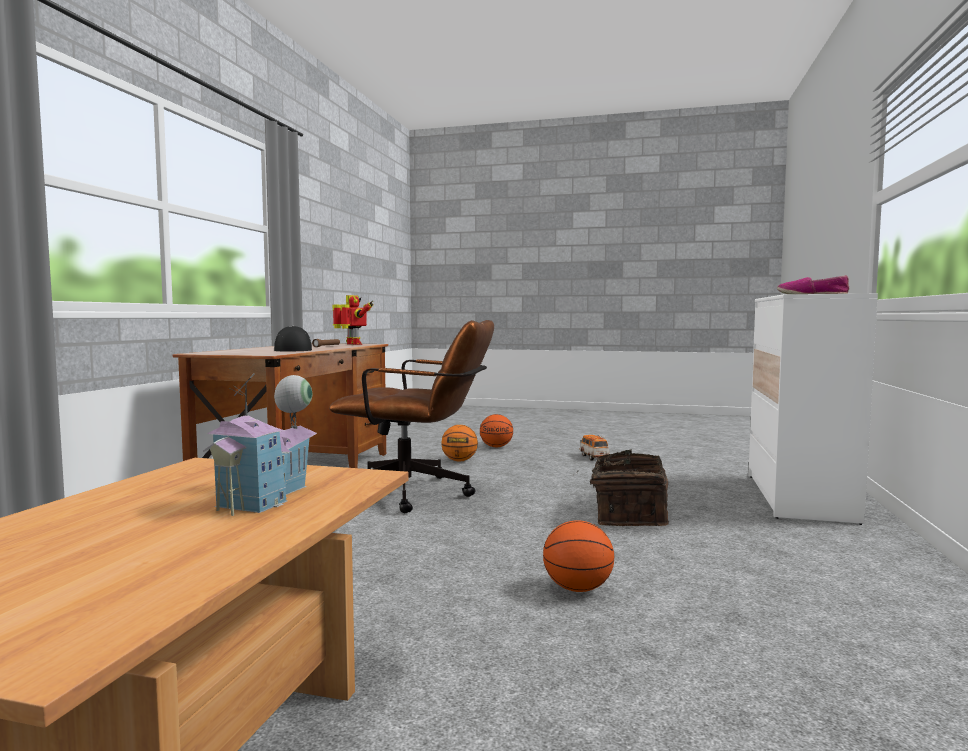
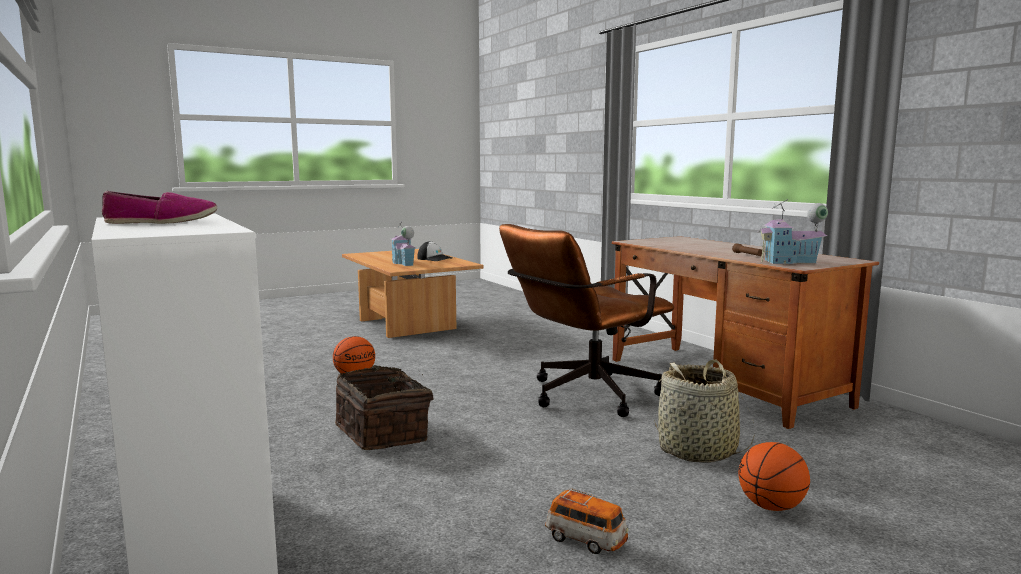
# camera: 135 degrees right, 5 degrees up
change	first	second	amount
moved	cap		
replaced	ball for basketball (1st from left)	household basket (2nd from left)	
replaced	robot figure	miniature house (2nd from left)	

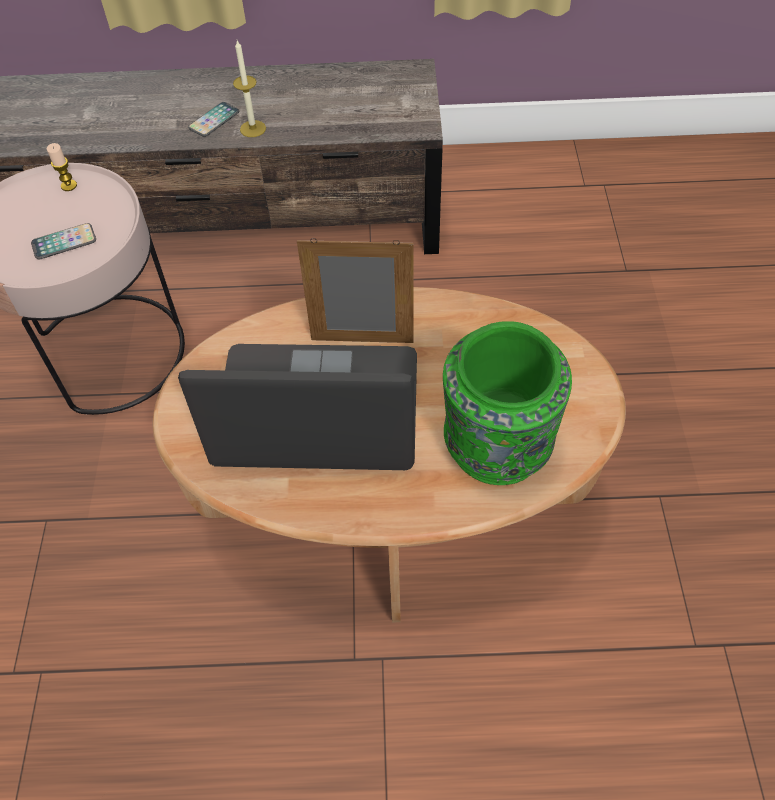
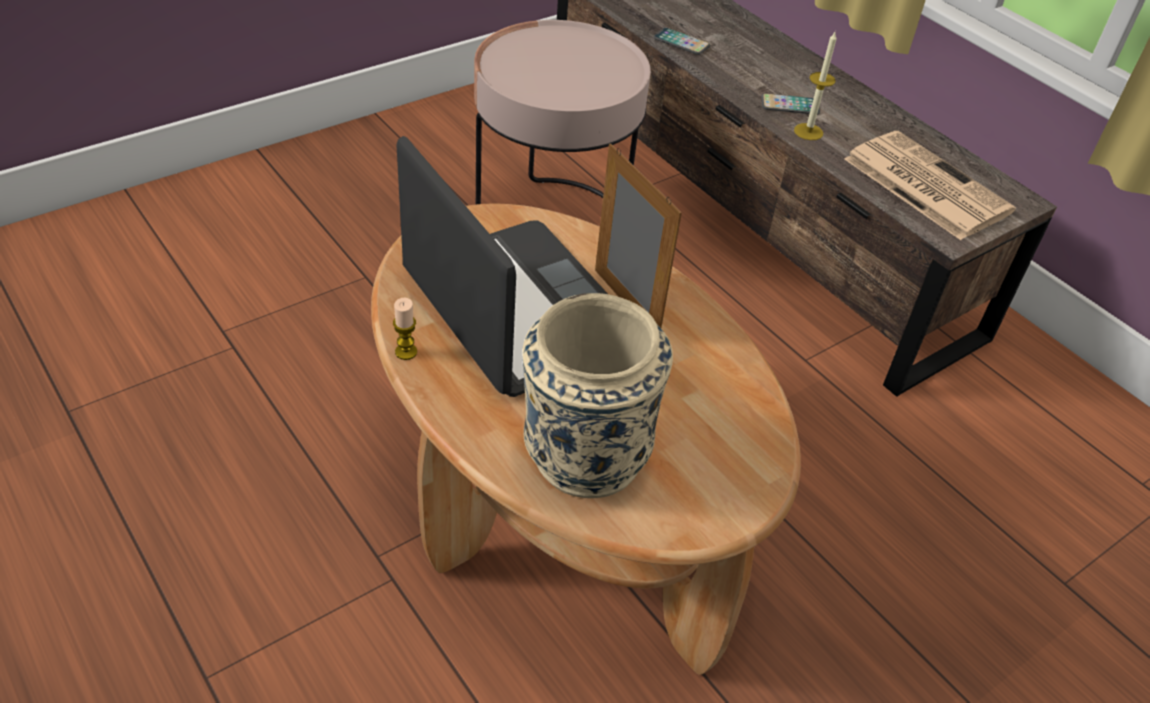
# camera: 50 degrees right, 10 degrees down
change	first	second	amount
moved	wax candle (1st from left)		
recoloured	greenish flower vase	beige flower vase	
moved	handset (1st from left)		
added		daily paper	

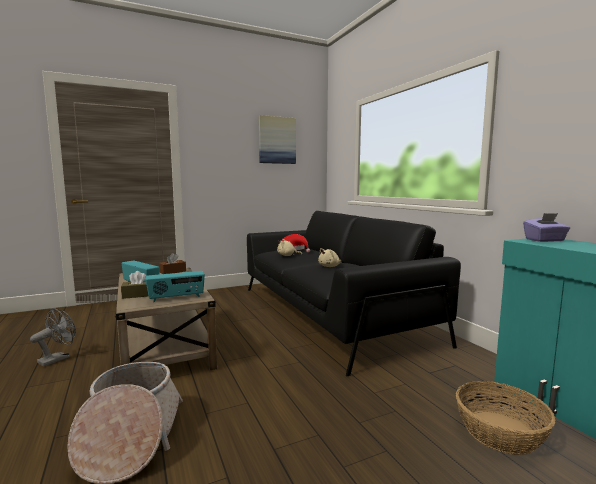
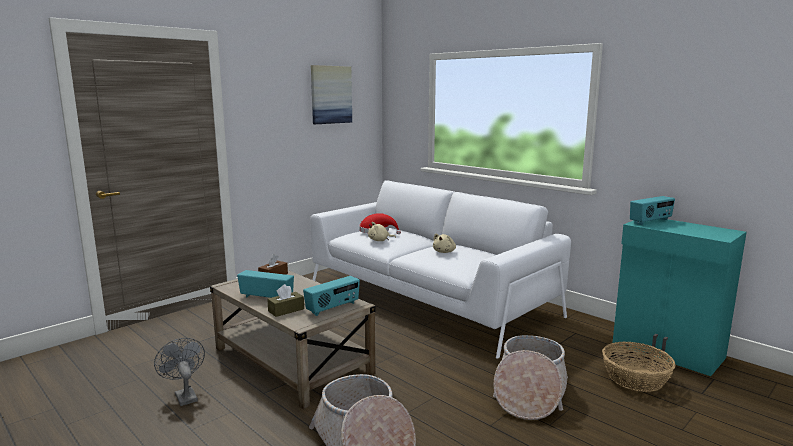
# camera: 20 degrees left, 5 degrees up
change	first	second	amount
turned	grey cooling fan		45 degrees counterclockwise
recoloured	black-coloured couch	white couch	
added		household basket (2nd from left)	
replaced	purplish tissue box	radio set (3rd from left)	

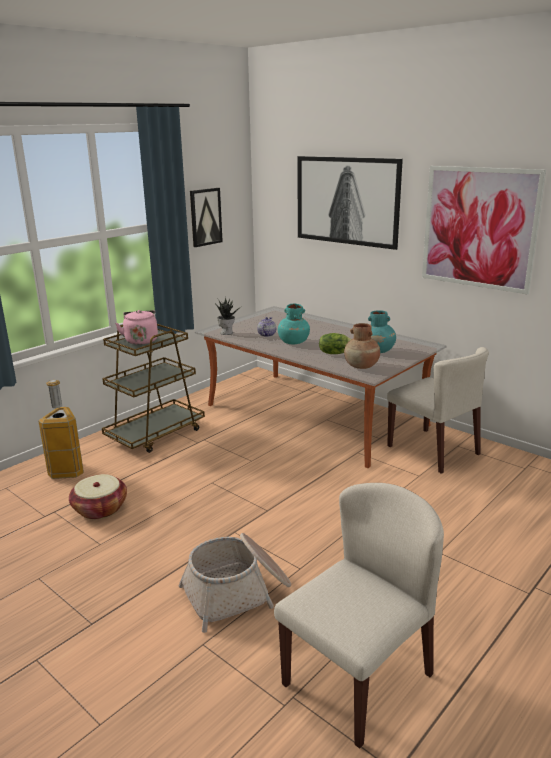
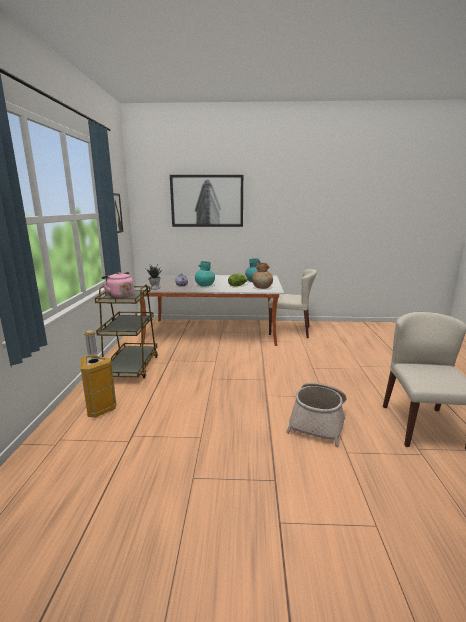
# camera: 40 degrees left, 5 degrees down
change	first	second	amount
removed	household basket (1st from left)		
removed	picture (3rd from left)		

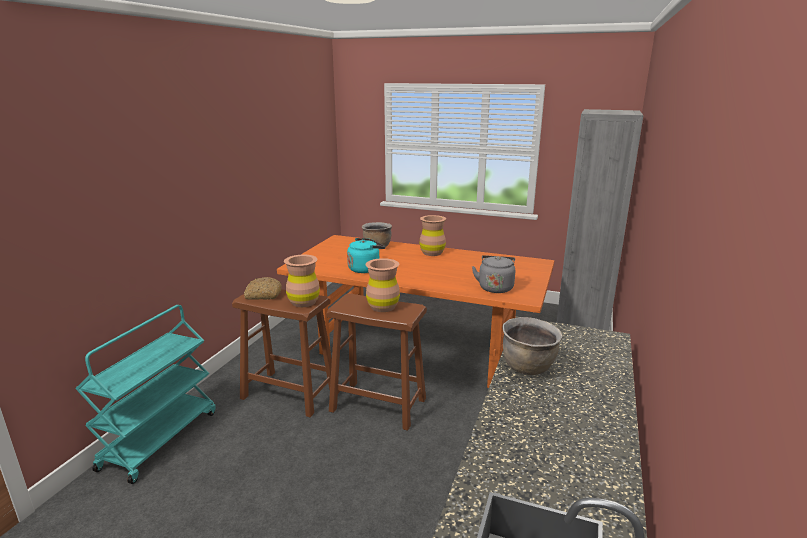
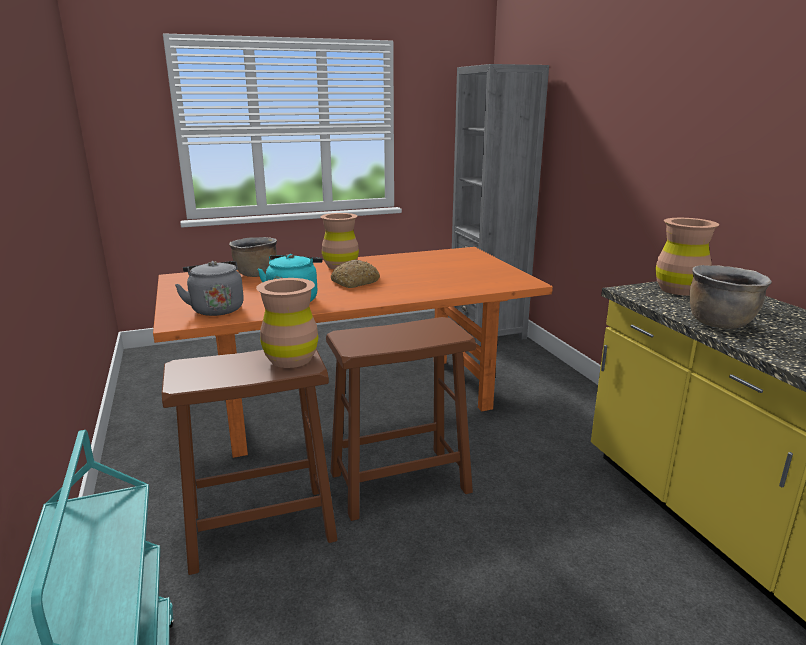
# camera: 40 degrees left, 0 degrees up
change	first	second	amount
moved	grey water kettle		
moved	baked bread		
moved	brown-coloured flower vase (2nd from left in the first image)	brown-coloured flower vase (3rd from left)	

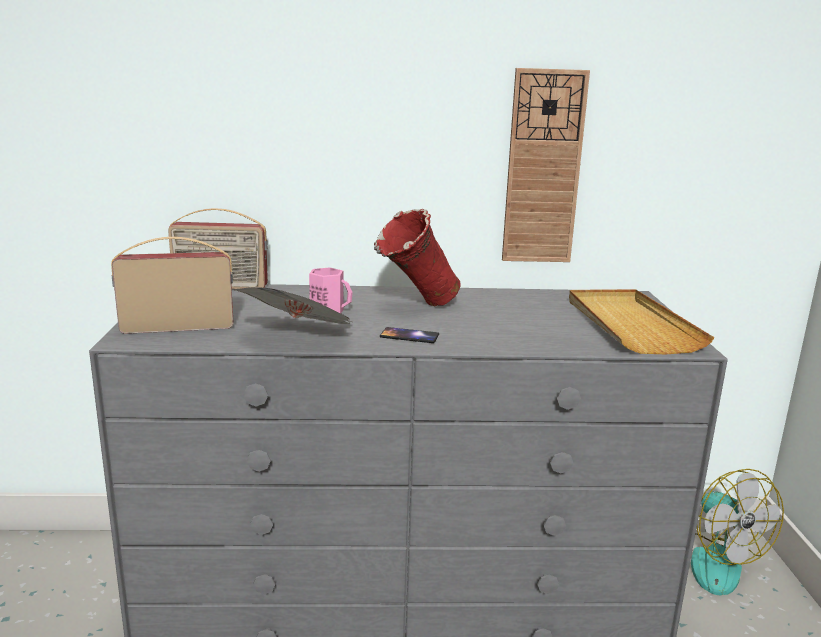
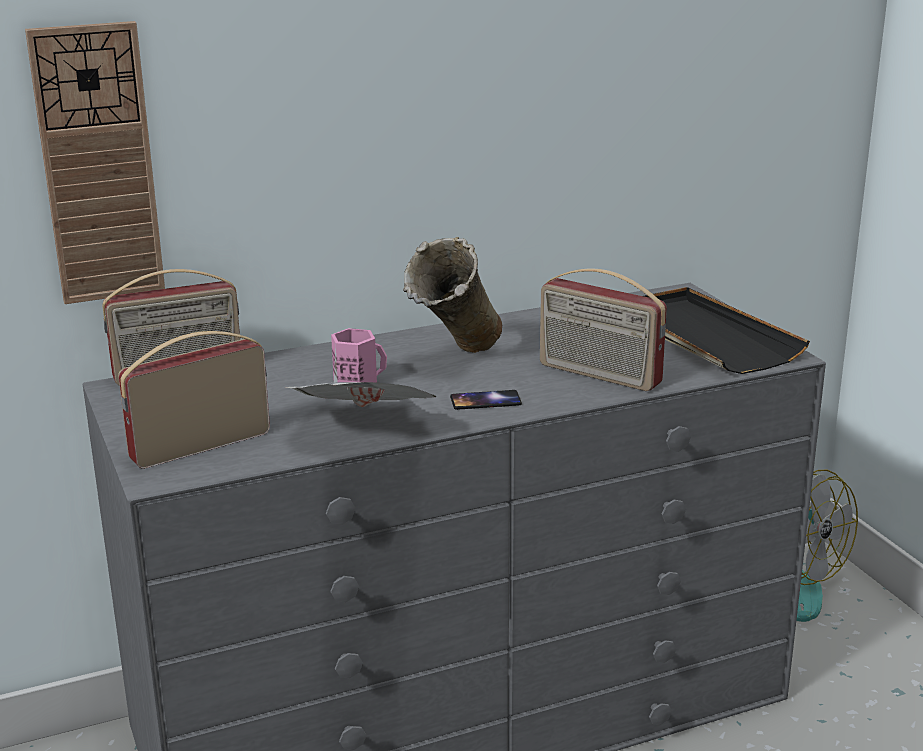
# camera: 20 degrees left, 5 degrees up
change	first	second	amount
moved	wall clock		
recoloured	red-coloured flower vase	beige flower vase	
added		radio set (3rd from left)	
recoloured	beige carrying tray	black-coloured carrying tray	

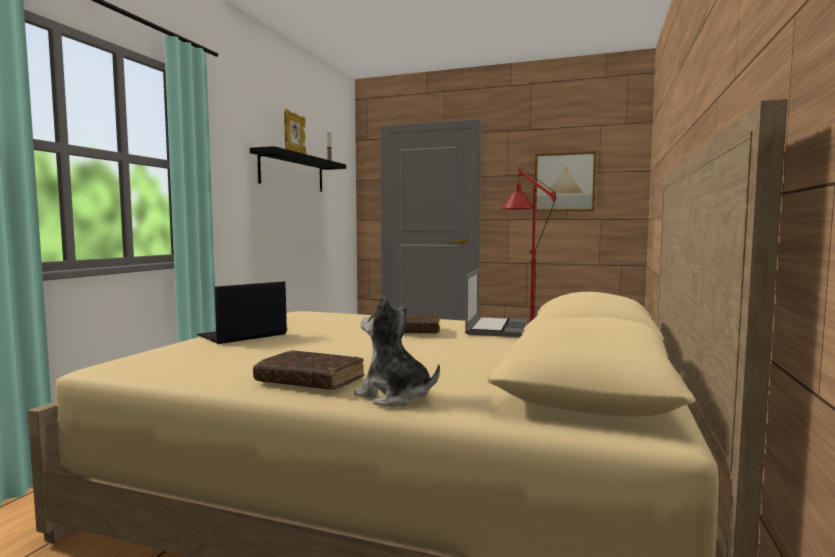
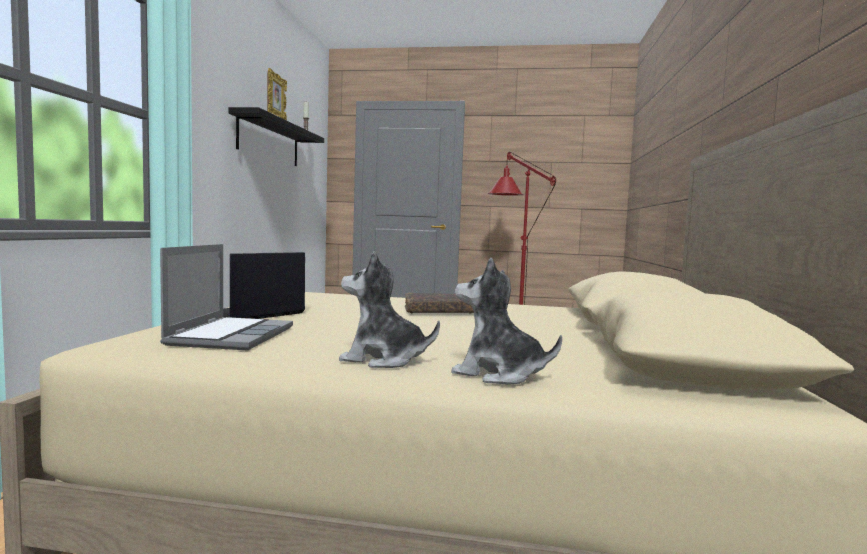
# camera: 10 degrees left, 0 degrees up
change	first	second	amount
moved	notebook computer (2nd from left in the first image)	notebook computer (1st from left)	
replaced	brown-coloured bound book (1st from left)	plush toy (1st from left)	
removed	picture		

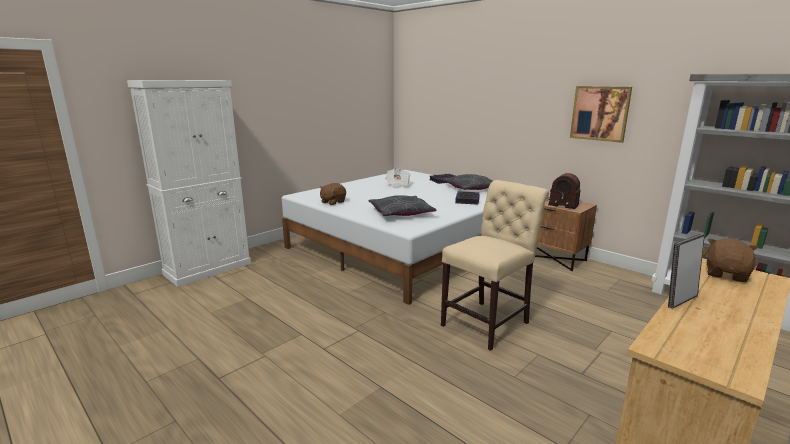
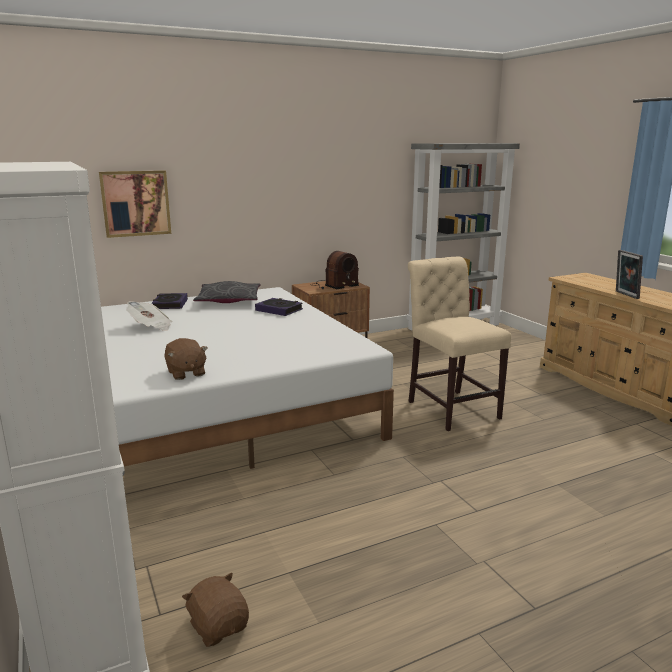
# camera: 70 degrees left, 0 degrees up
change	first	second	amount
moved	picture		
moved	brown-coloured plush toy (2nd from left)		
removed	grey throw pillow (1st from left)		

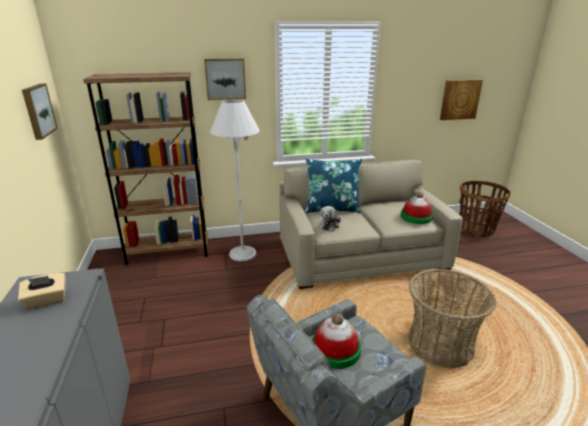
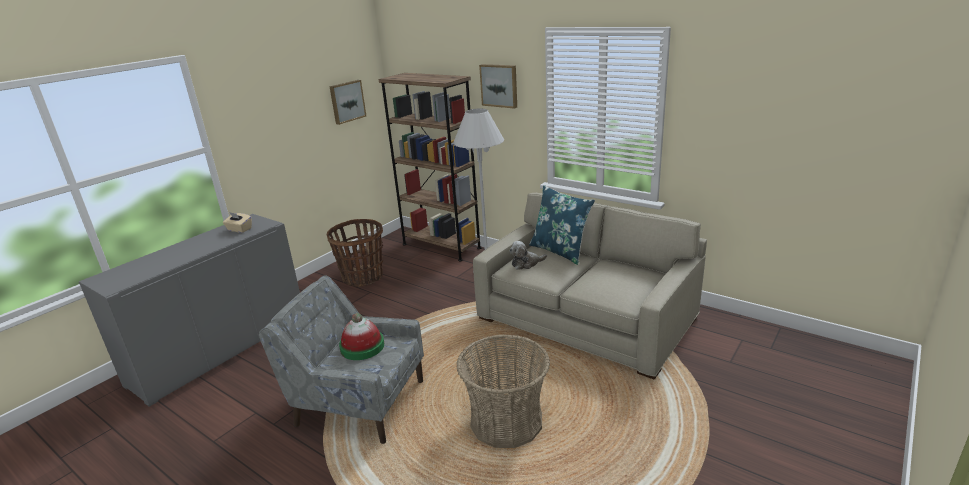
# camera: 50 degrees right, 0 degrees up
change	first	second	amount
moved	household basket (2nd from left in the first image)	household basket (1st from left)	
removed	clothing hat (2nd from left)		
removed	picture (3rd from left)		

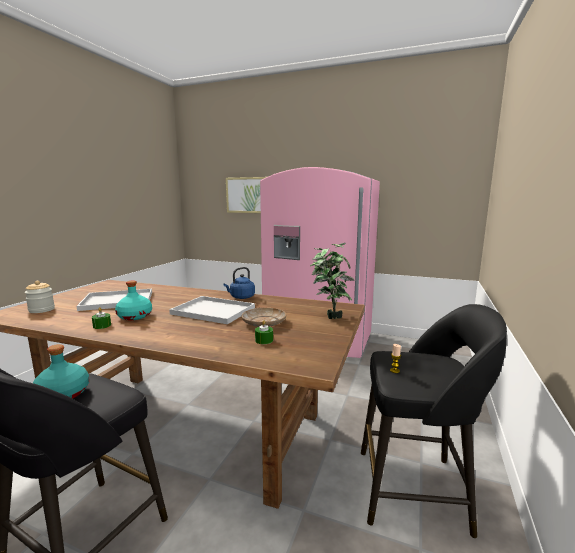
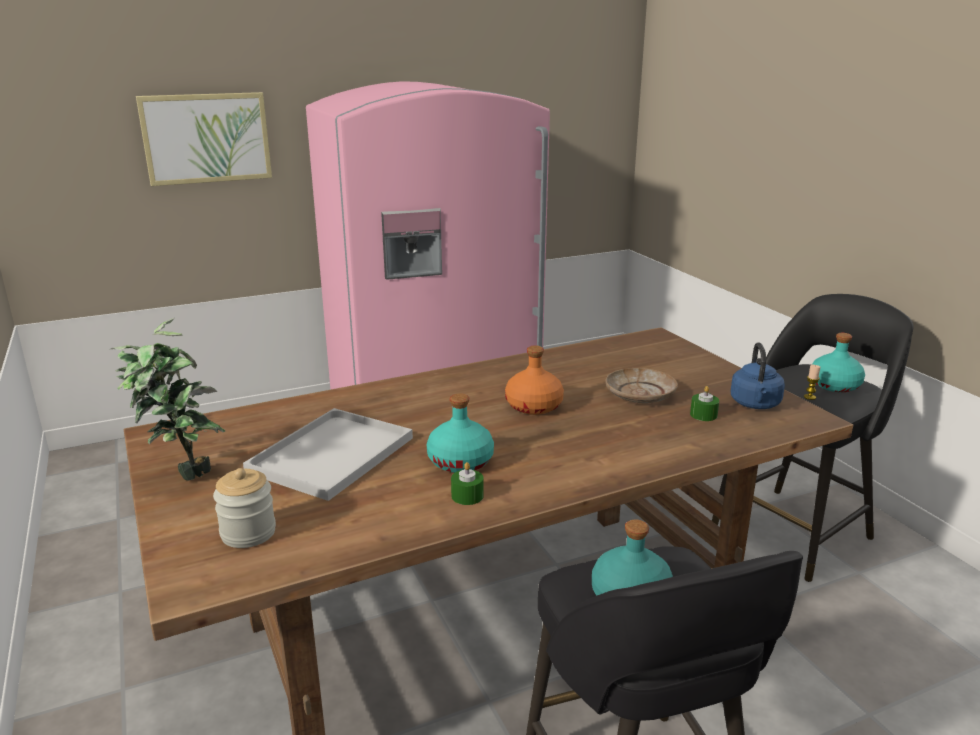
# camera: 45 degrees left, 10 degrees up
change	first	second	amount
moved	houseplant		
replaced	white carrying tray (2nd from left)	orangey beverage bottle	
moved	bluish water kettle		
added		turquoise beverage bottle (3rd from left)	

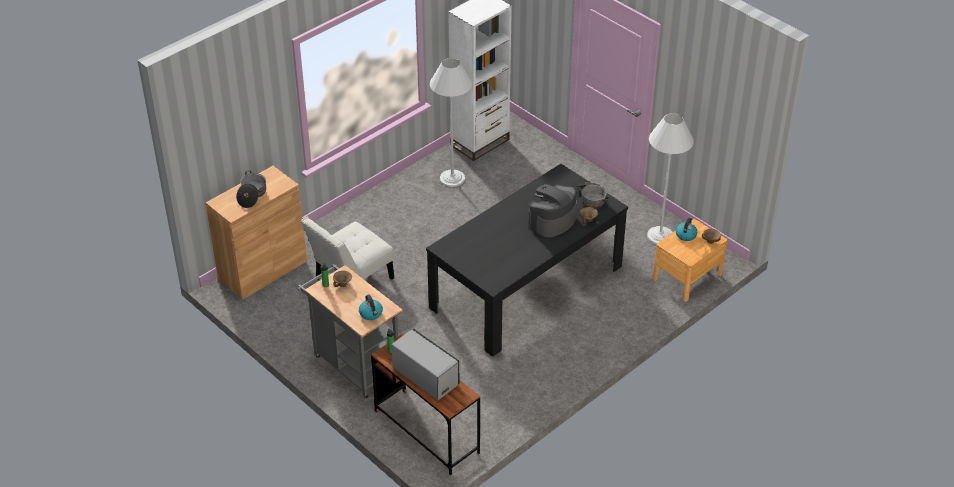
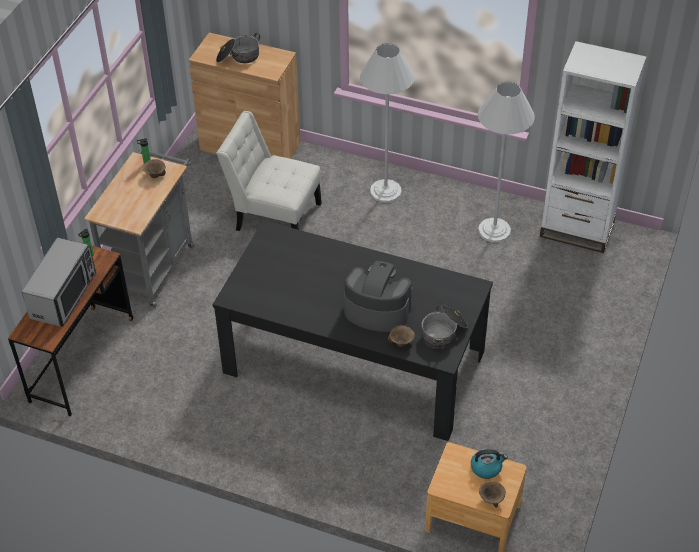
# camera: 65 degrees right, 5 degrees up
change	first	second	amount
moved	white floor lamp (2nd from left in the first image)	white floor lamp (1st from left)	
removed	water kettle (1st from left)		

